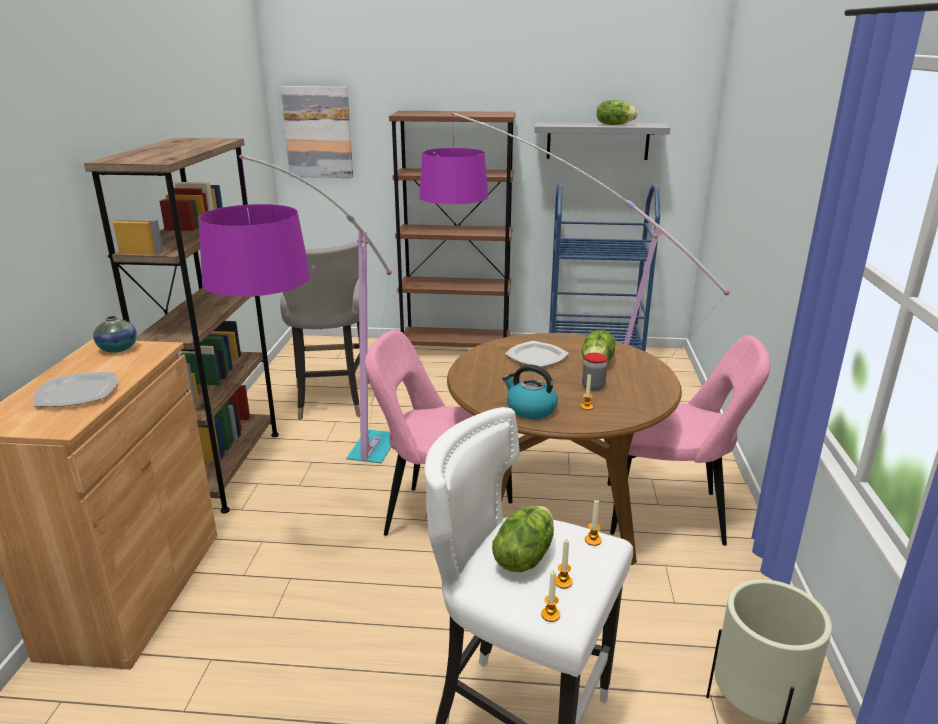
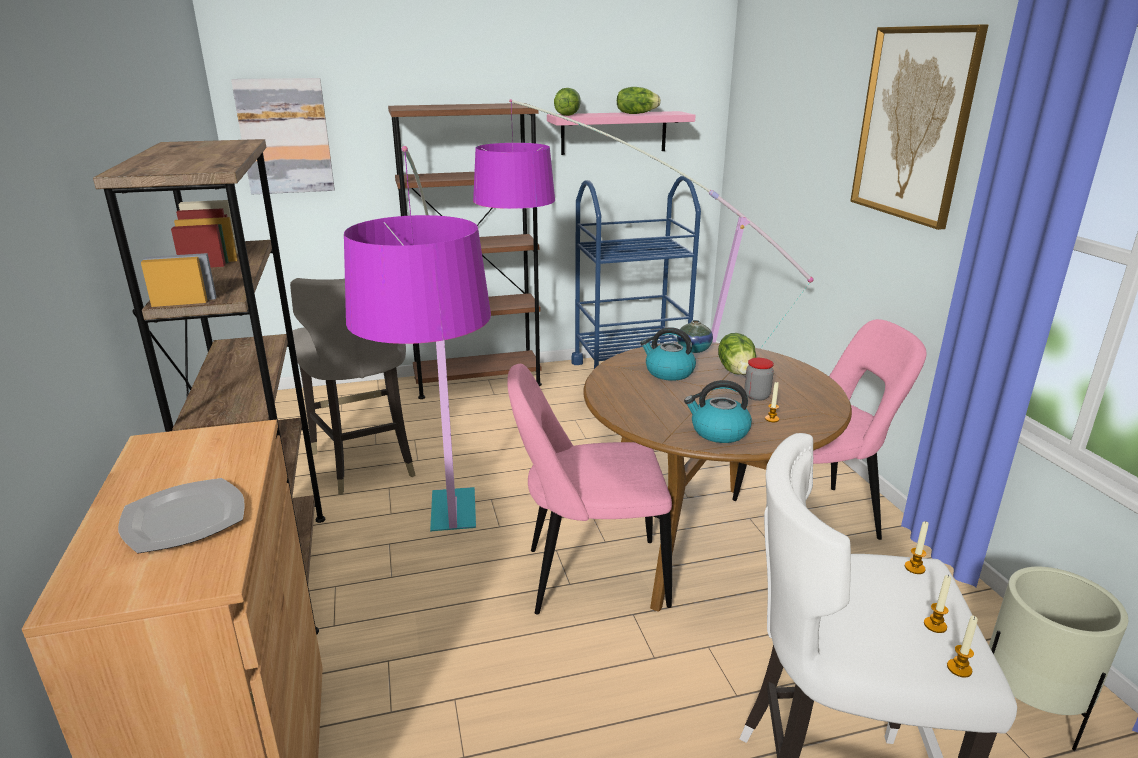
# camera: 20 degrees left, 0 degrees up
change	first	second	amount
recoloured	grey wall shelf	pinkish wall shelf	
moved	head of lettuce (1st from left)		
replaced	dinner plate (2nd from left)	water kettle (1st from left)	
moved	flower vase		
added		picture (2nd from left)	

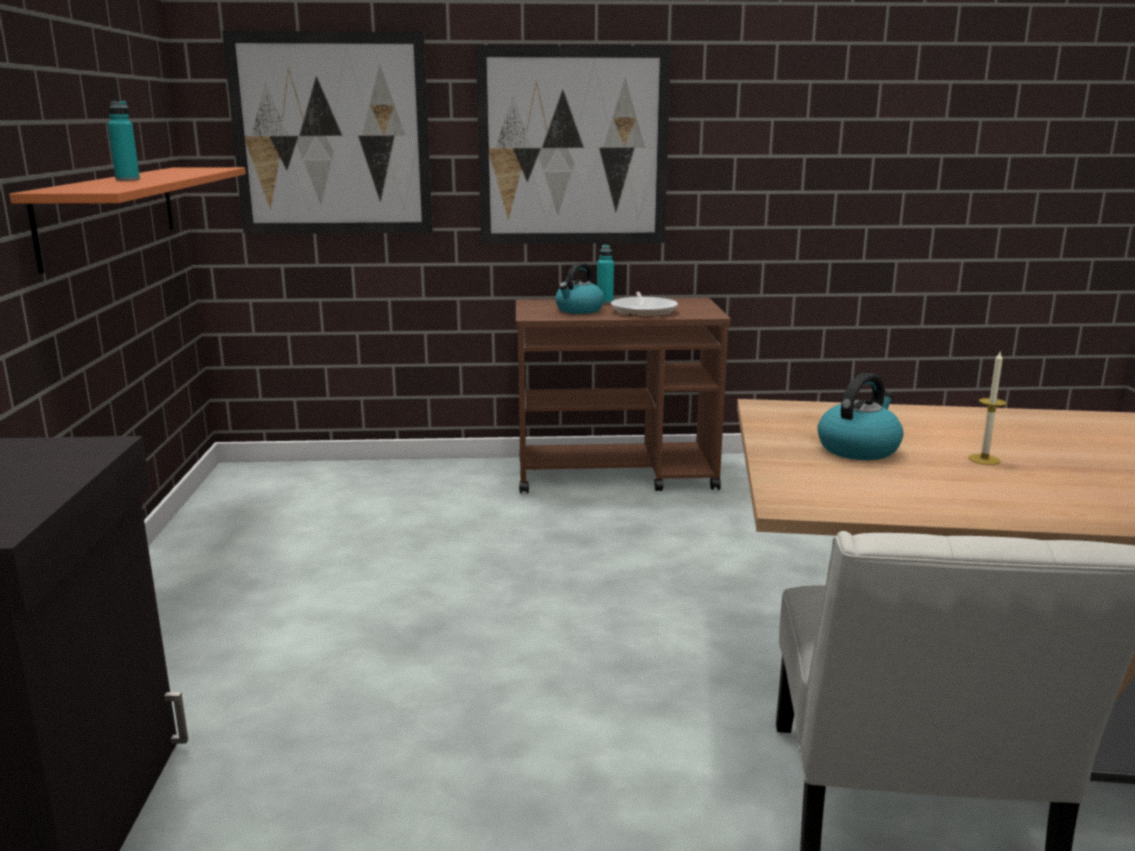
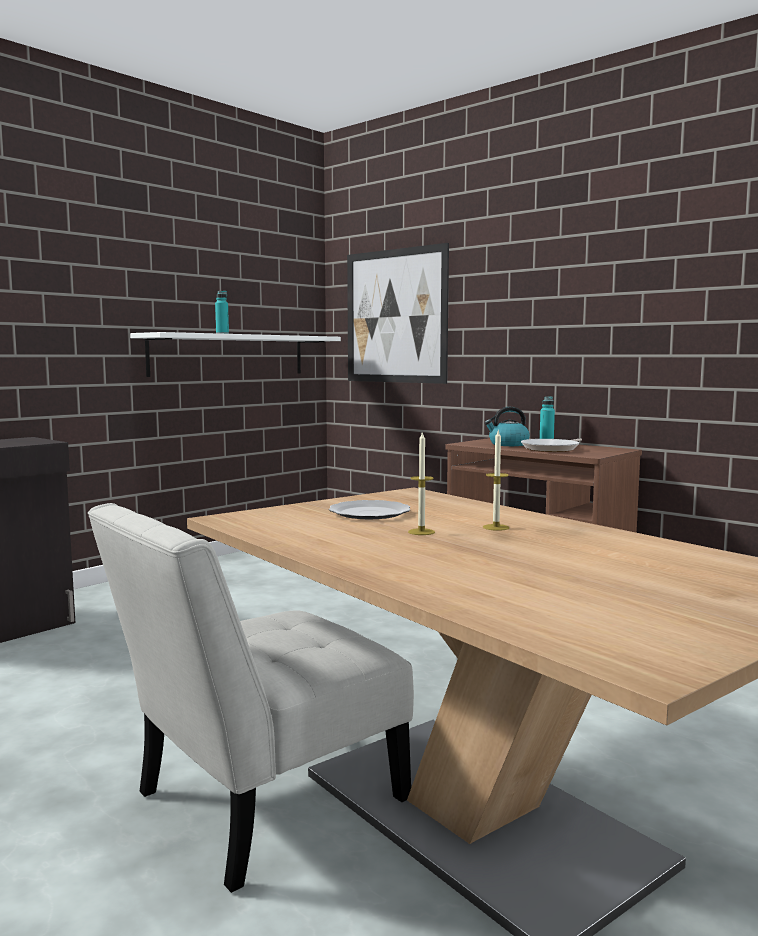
# camera: 45 degrees right, 10 degrees down
change	first	second	amount
recoloured	orangey wall shelf	white wall shelf	
replaced	water kettle (2nd from left)	dinner plate	
added		wax candle (2nd from left)	
removed	picture (2nd from left)		

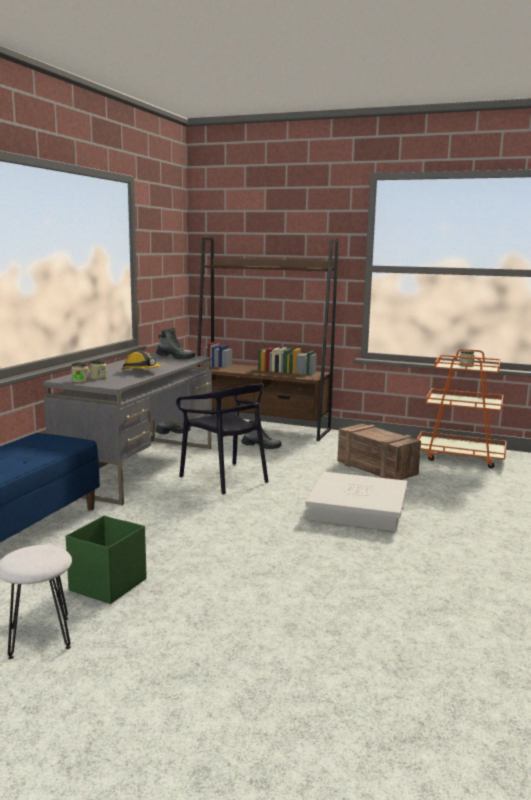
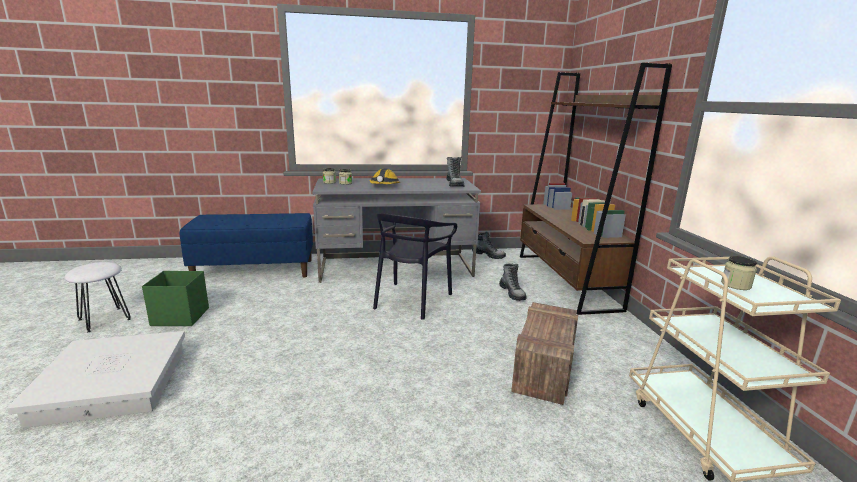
# camera: 60 degrees right, 5 degrees up
change	first	second	amount
moved	white storage box		
recoloured	orangey wheeled cart	beige wheeled cart	

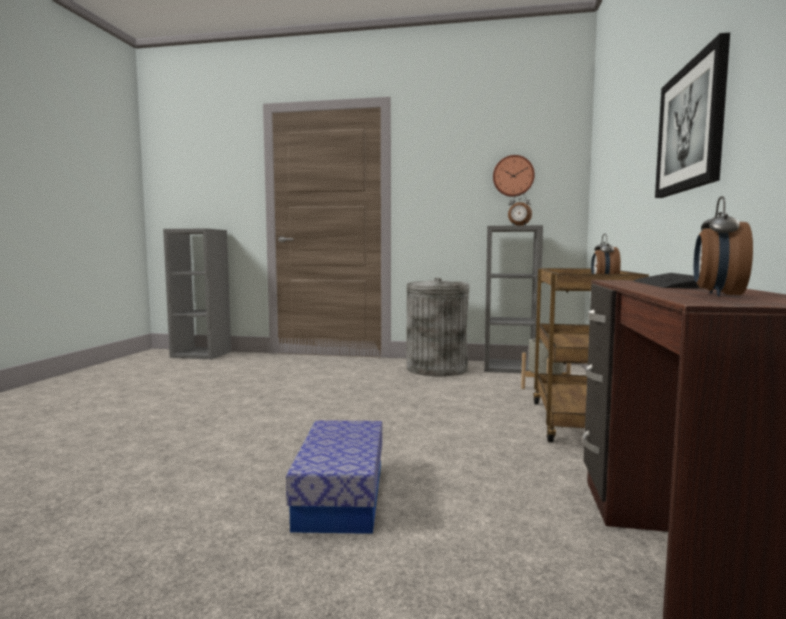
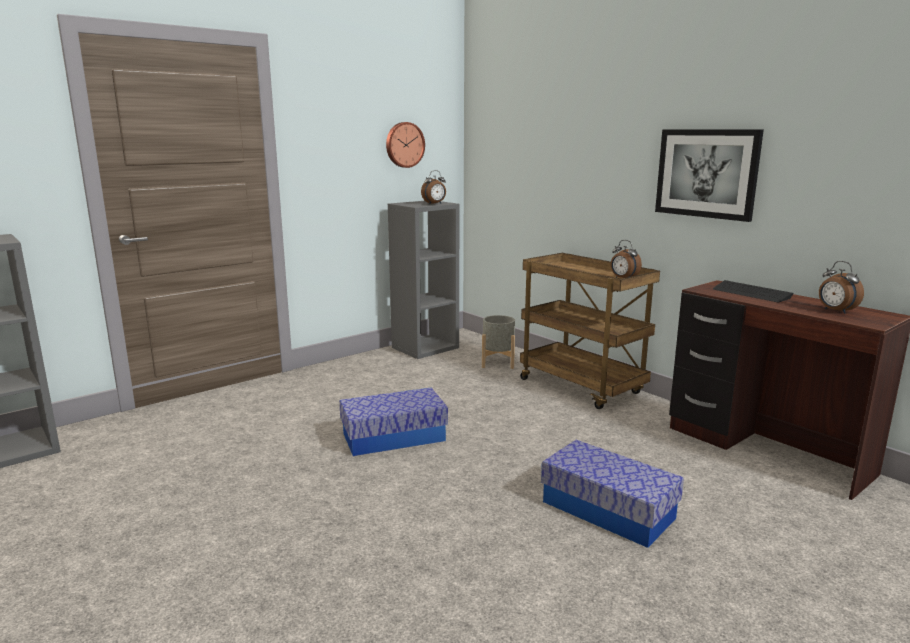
# camera: 50 degrees left, 10 degrees up
change	first	second	amount
added		storage box (1st from left)	
removed	grey trash can		

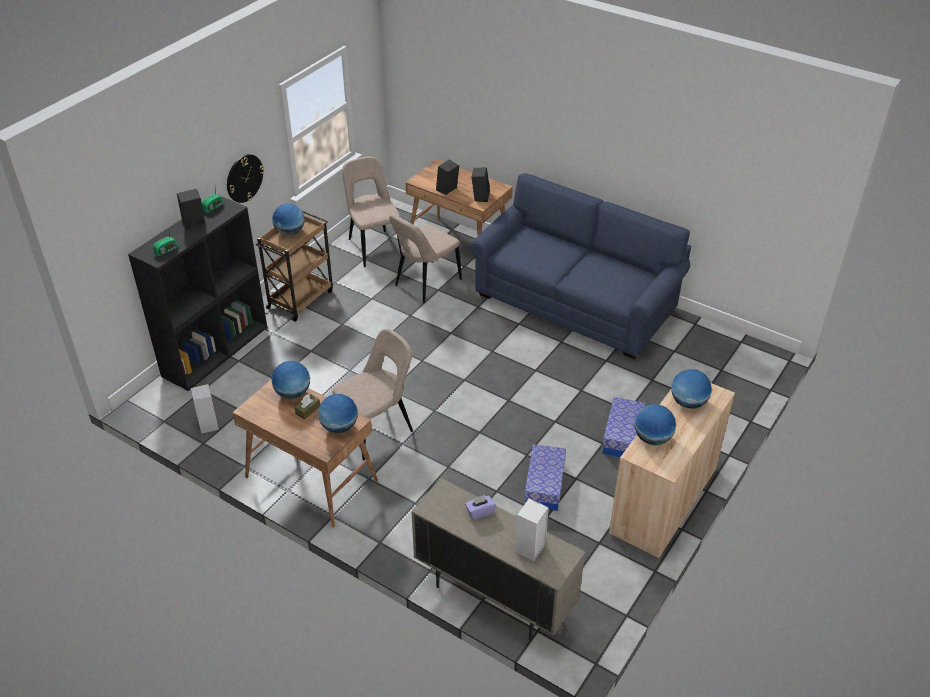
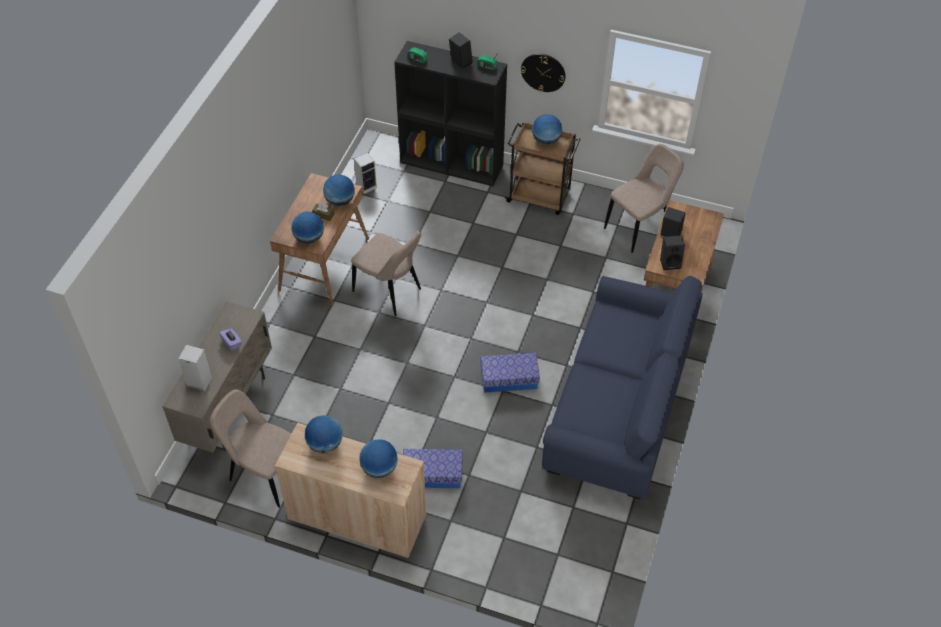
# camera: 75 degrees right, 10 degrees up
change	first	second	amount
moved	beige upright chair (3rd from left in the first image)	beige upright chair (1st from left)	
moved	storage box (1st from left in the first image)	storage box (2nd from left)	

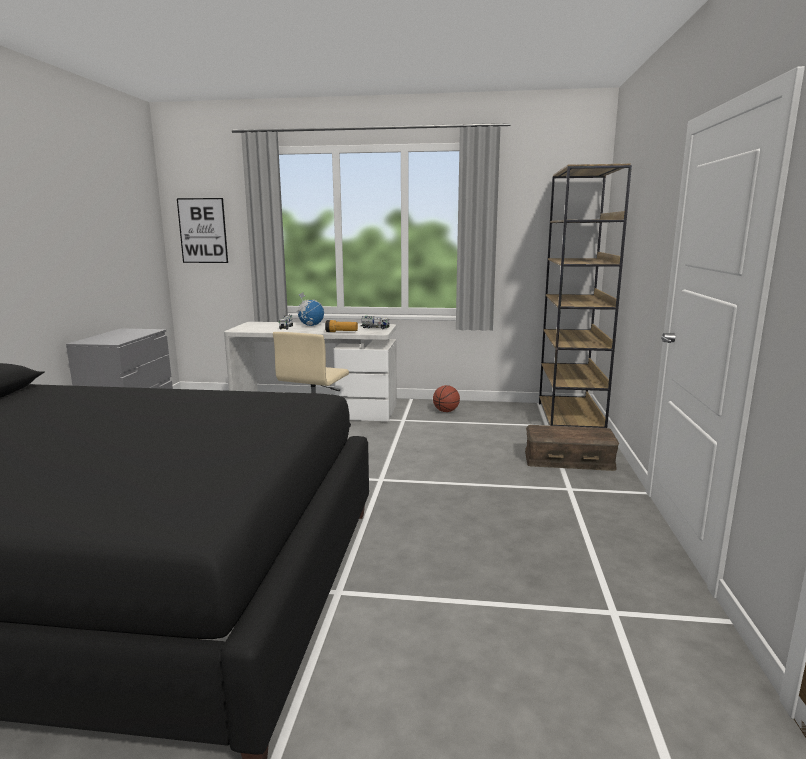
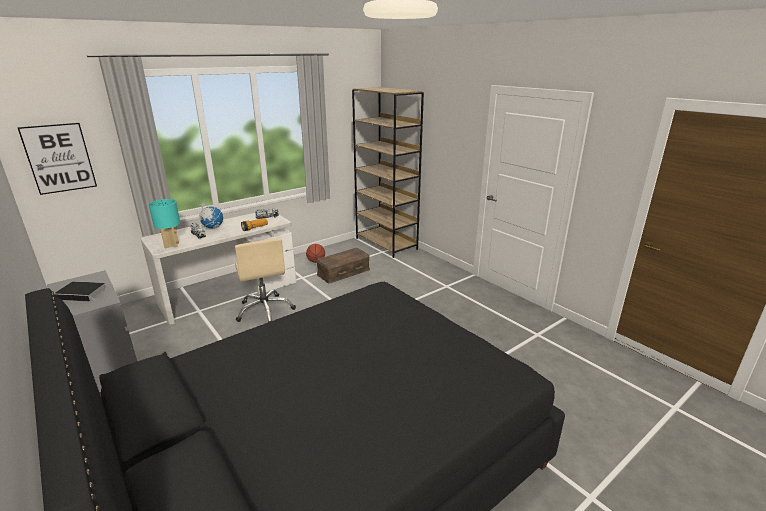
# camera: 45 degrees left, 10 degrees up
change	first	second	amount
added		bound book	
added		turquoise table lamp	
moved	brown-coloured storage box		

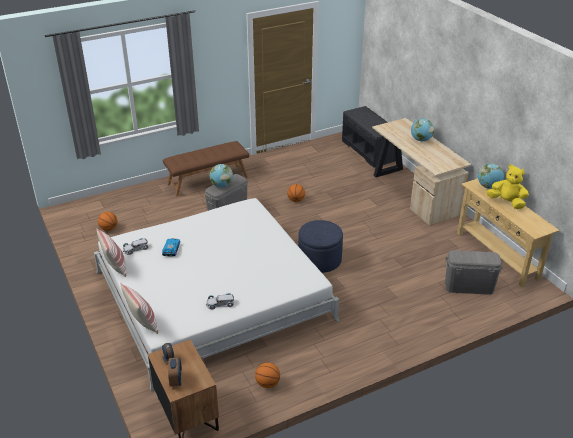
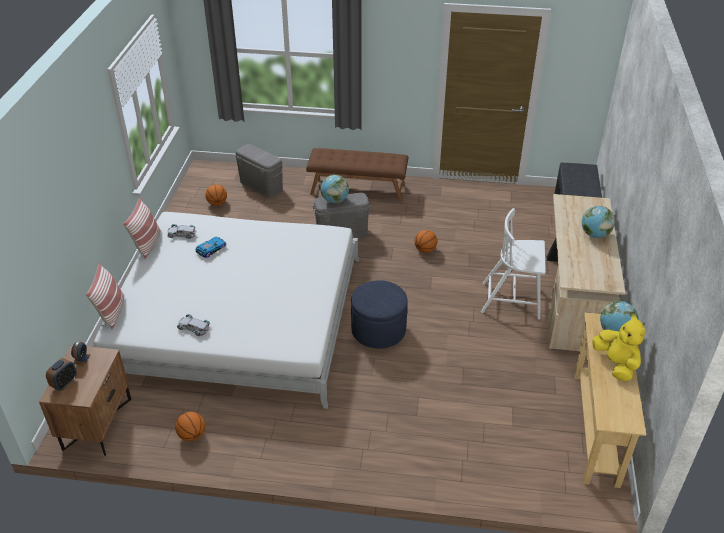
# camera: 35 degrees right, 5 degrees up
change	first	second	amount
moved	grey storage box (2nd from left in the first image)	grey storage box (1st from left)	
added		white upright chair	

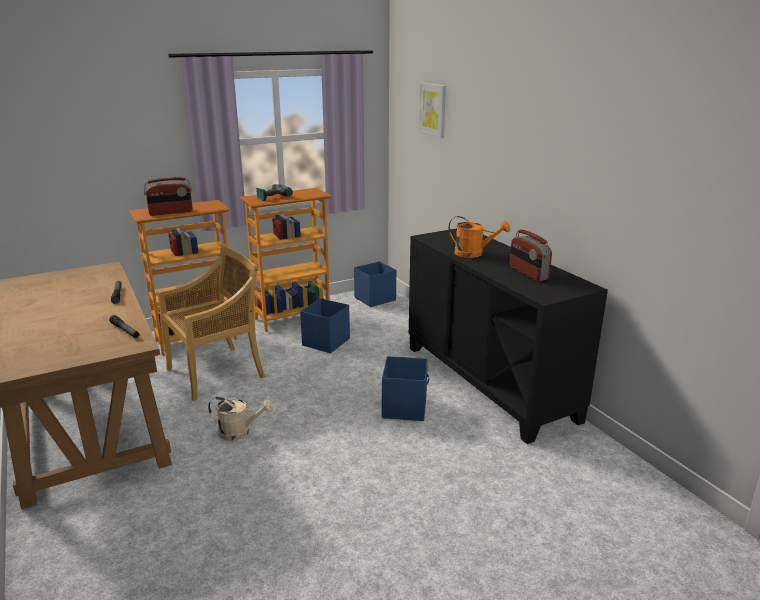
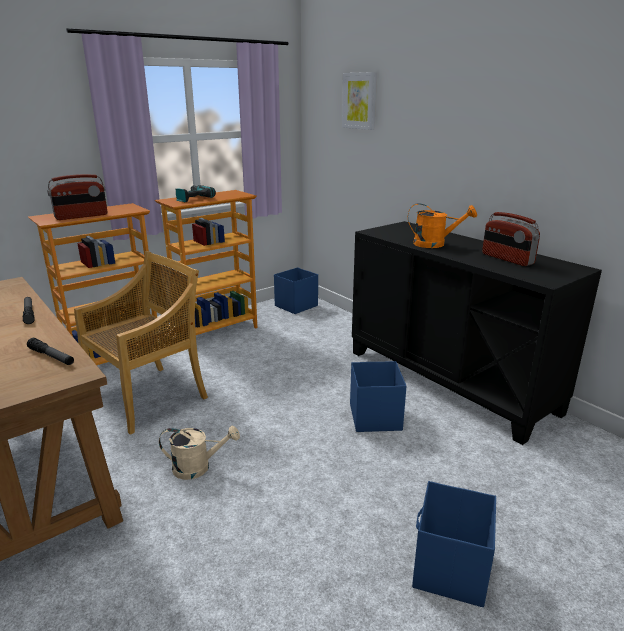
# camera: 10 degrees left, 0 degrees up
change	first	second	amount
moved	bluish storage box (1st from left in the first image)	bluish storage box (3rd from left)	

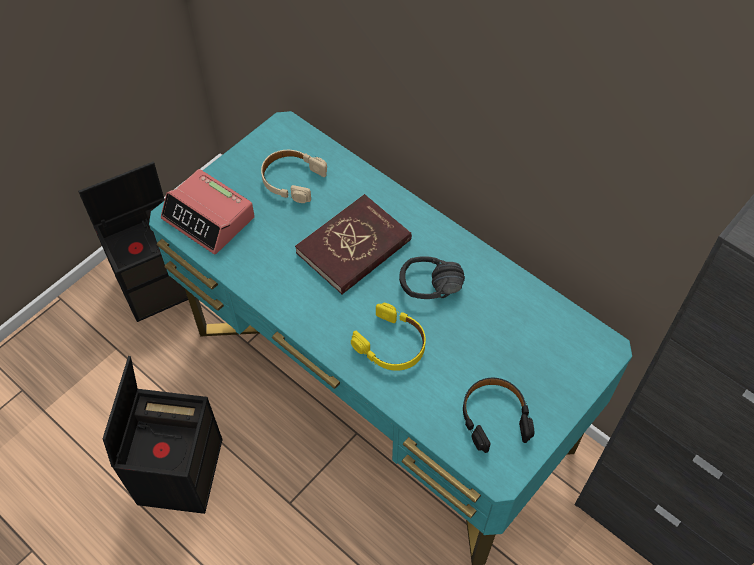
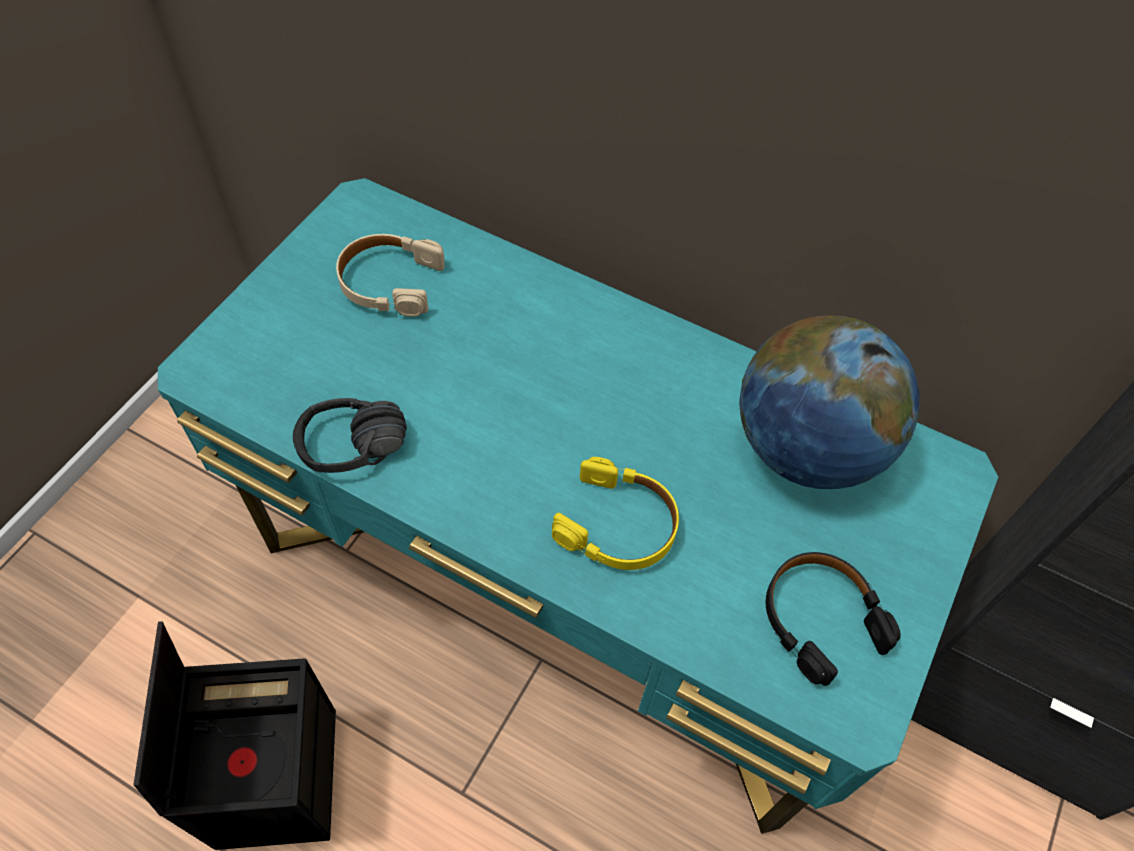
# camera: 15 degrees left, 0 degrees up
change	first	second	amount
moved	black-coloured headphones (1st from left)		
added		world globe	
removed	black-coloured storage box (1st from left)		
removed	alarm clock		
removed	red-coloured bound book		

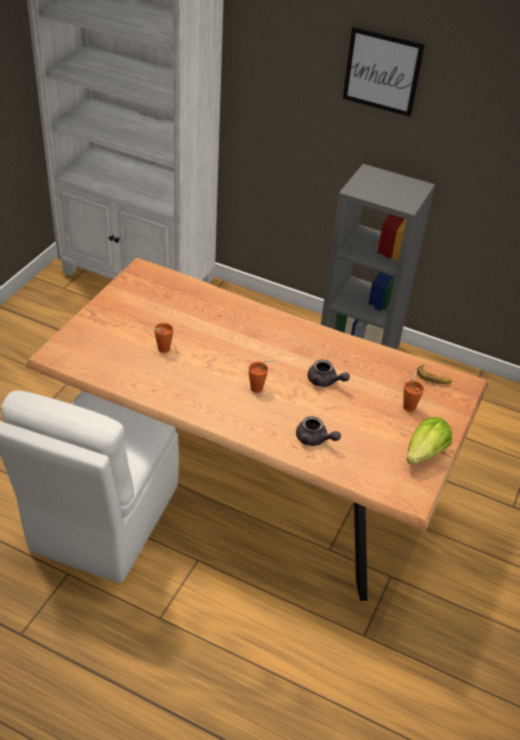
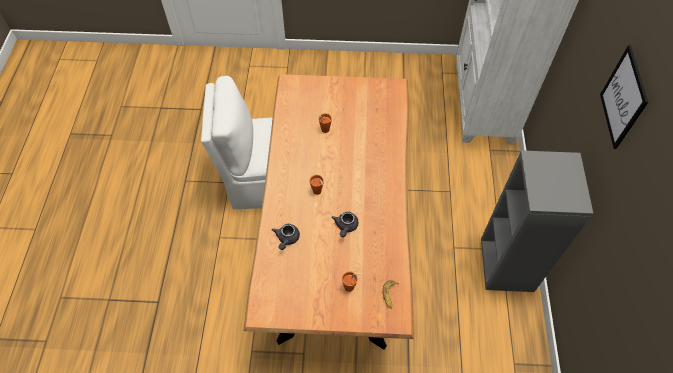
# camera: 70 degrees right, 15 degrees up
change	first	second	amount
removed	head of lettuce		

